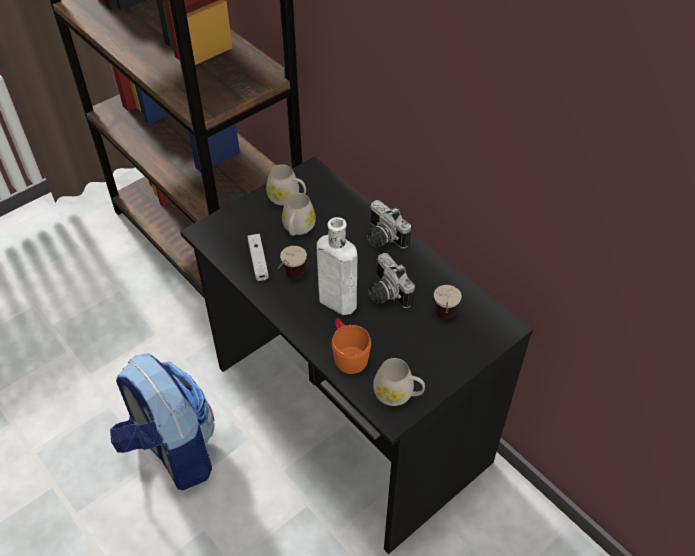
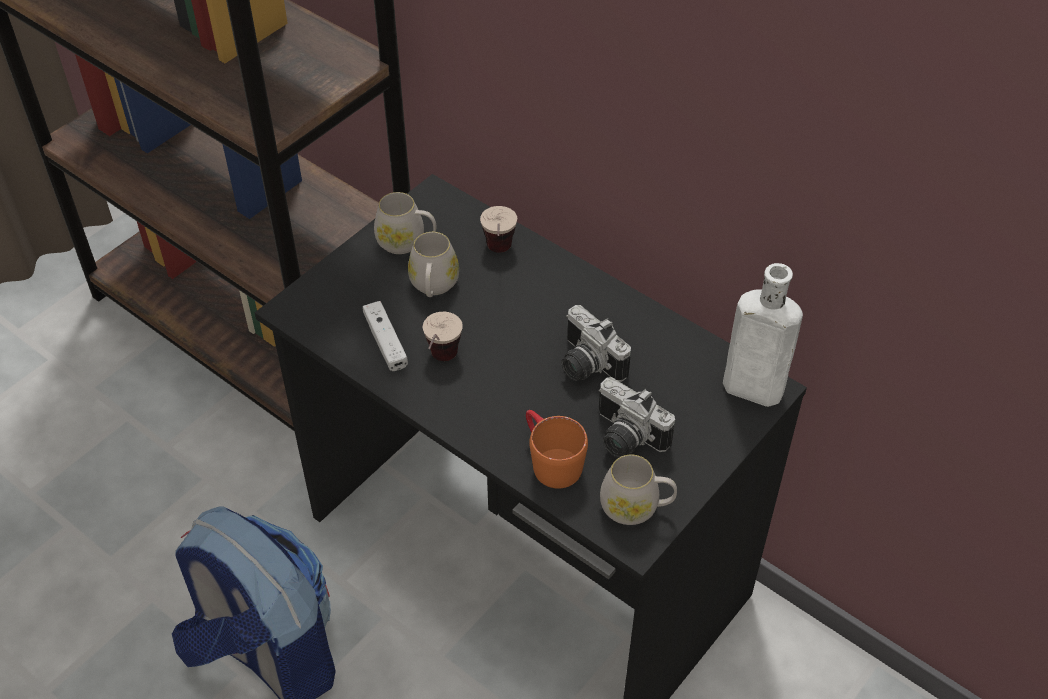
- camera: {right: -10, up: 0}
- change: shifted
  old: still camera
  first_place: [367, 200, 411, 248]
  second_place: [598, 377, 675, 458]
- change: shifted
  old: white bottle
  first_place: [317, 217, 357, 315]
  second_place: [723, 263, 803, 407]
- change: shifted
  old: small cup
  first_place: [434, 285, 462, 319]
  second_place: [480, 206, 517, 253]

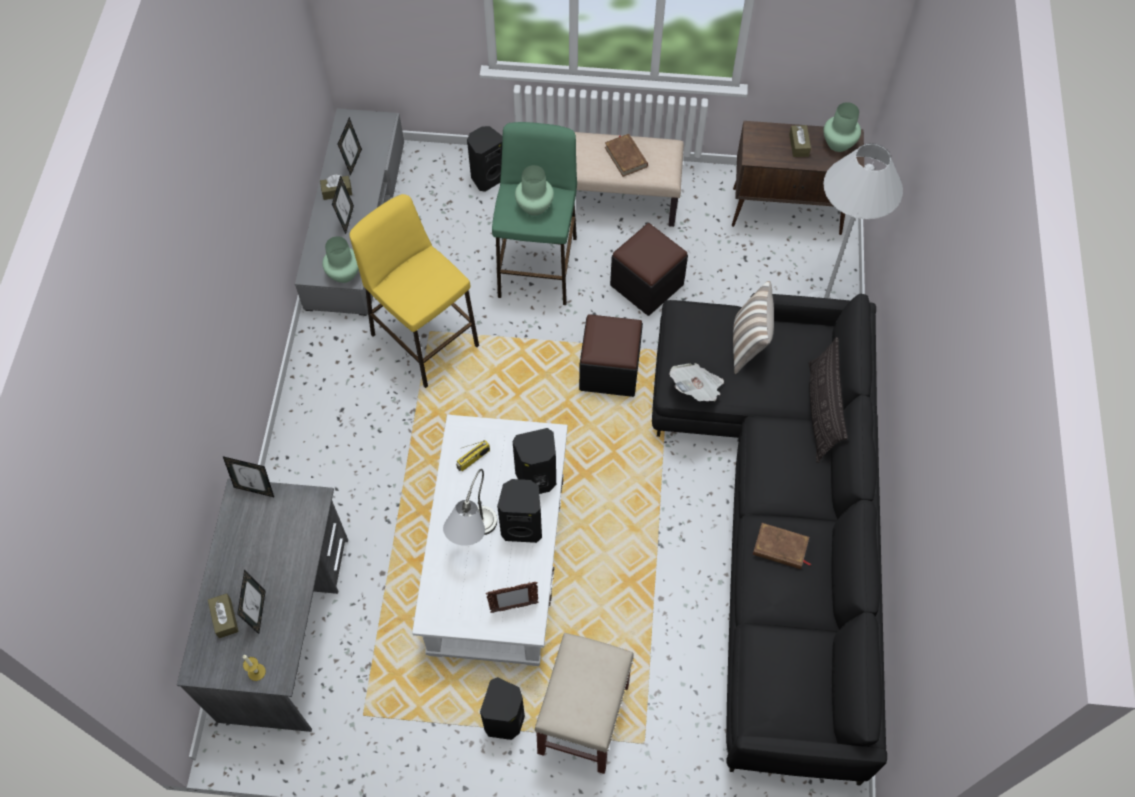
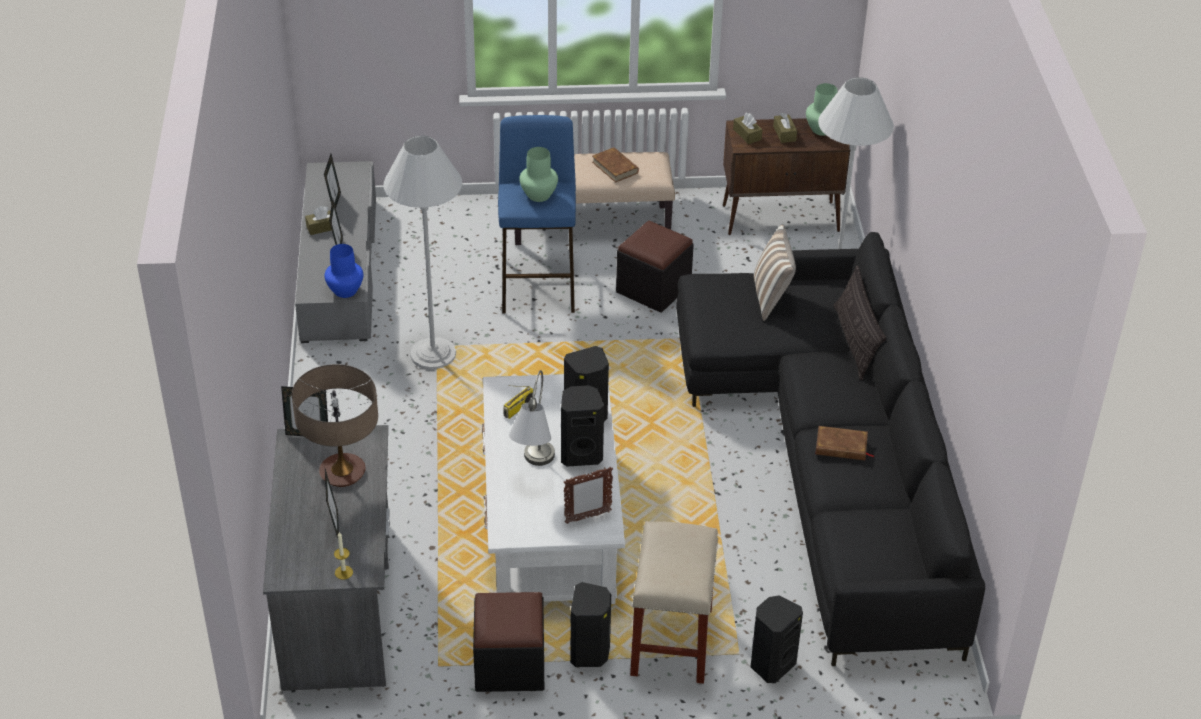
- camera: {right: -10, up: -20}
- change: repainted
  old: greenish stool seat
  new: bluish stool seat
  first_place: [492, 122, 577, 305]
  second_place: [498, 115, 576, 313]
- change: shifted
  old: blackish speaker
  first_place: [467, 126, 503, 192]
  second_place: [751, 595, 803, 683]
- change: swapped
  old: yellow-coloured stool seat
  new: white floor lamp
  first_place: [350, 194, 479, 388]
  second_place: [383, 136, 463, 370]
- change: repainted
  old: greenish flower vase
  new: bluish flower vase
  first_place: [322, 236, 359, 283]
  second_place: [324, 244, 363, 298]
- change: shifted
  old: blackish pouffe
  first_place: [579, 314, 643, 397]
  second_place: [473, 592, 544, 692]
- change: gone
  old: printed paper
  first_place: [669, 363, 724, 401]
- change: shifted
  old: brownish tissue box
  first_place: [208, 593, 239, 638]
  second_place: [733, 113, 762, 144]
- change: new
  new: tabletop lamp
  second_place: [292, 364, 378, 487]

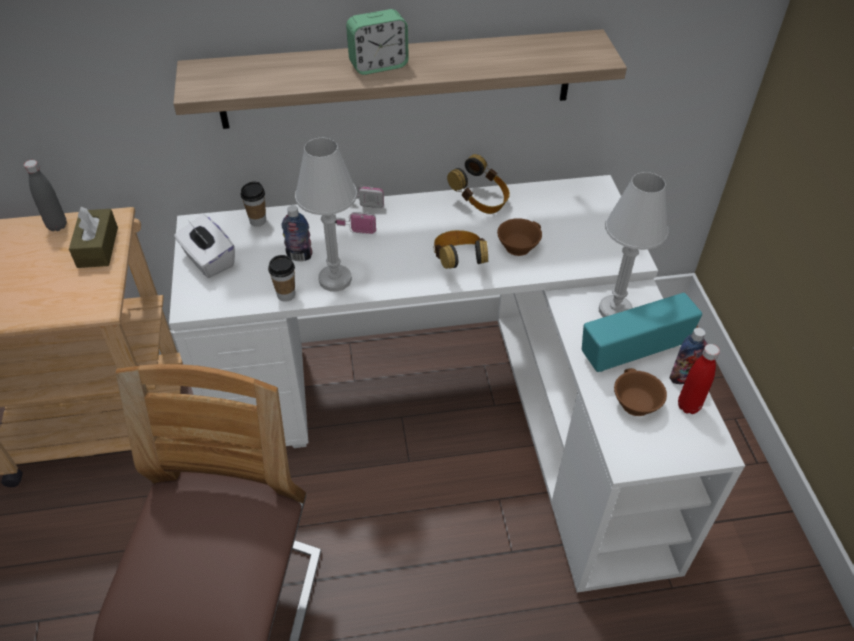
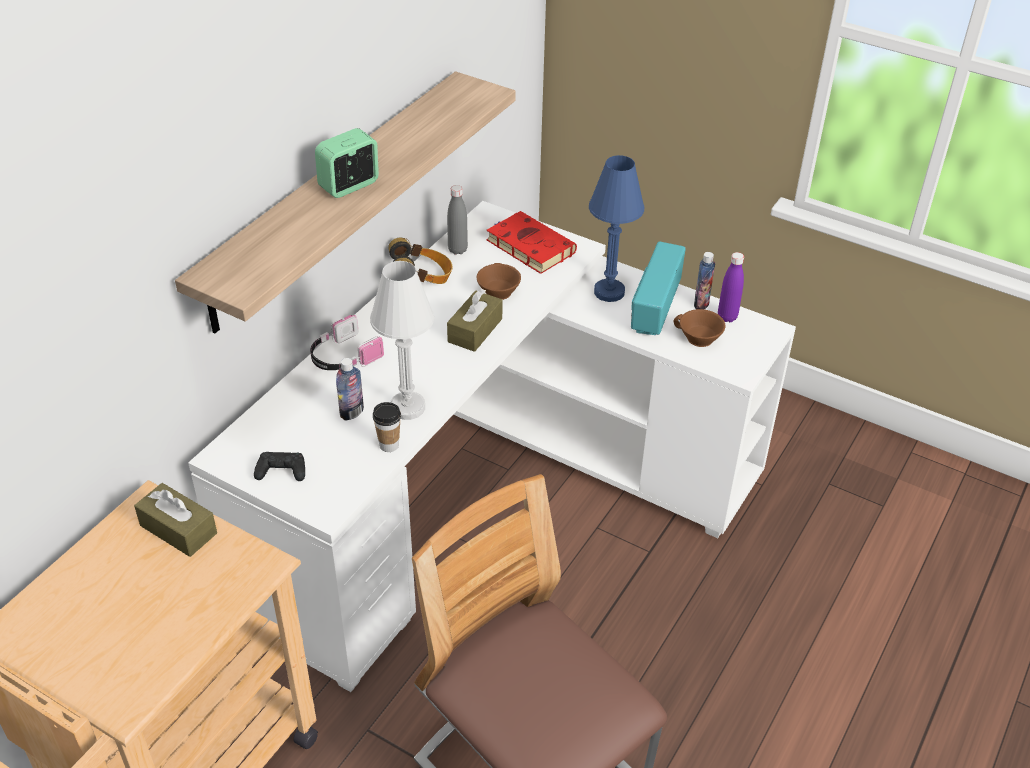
- camera: {right: -50, up: -5}
- change: rotated
  old: table clock
  first_place: [346, 9, 409, 75]
  second_place: [315, 128, 379, 198]
  degrees: -150
- change: shifted
  old: grey bottle
  first_place: [24, 160, 67, 231]
  second_place: [447, 185, 468, 255]
- change: repainted
  old: white tabletop lamp
  new: bluish tabletop lamp
  first_place: [599, 172, 668, 317]
  second_place: [589, 155, 644, 302]
- change: gone
  old: small cup
  first_place: [241, 181, 266, 227]
- change: swapped
  old: white tissue box
  new: blackish joypad
  first_place: [174, 214, 235, 278]
  second_place: [254, 452, 305, 481]
- change: swapped
  old: headset
  new: brownish tissue box
  first_place: [433, 230, 488, 269]
  second_place: [447, 289, 502, 352]
- change: repainted
  old: red-coloured bottle
  new: purple-coloured bottle
  first_place: [678, 344, 720, 414]
  second_place: [718, 252, 744, 322]
- change: new
  new: red-coloured volume
  second_place: [486, 211, 577, 274]

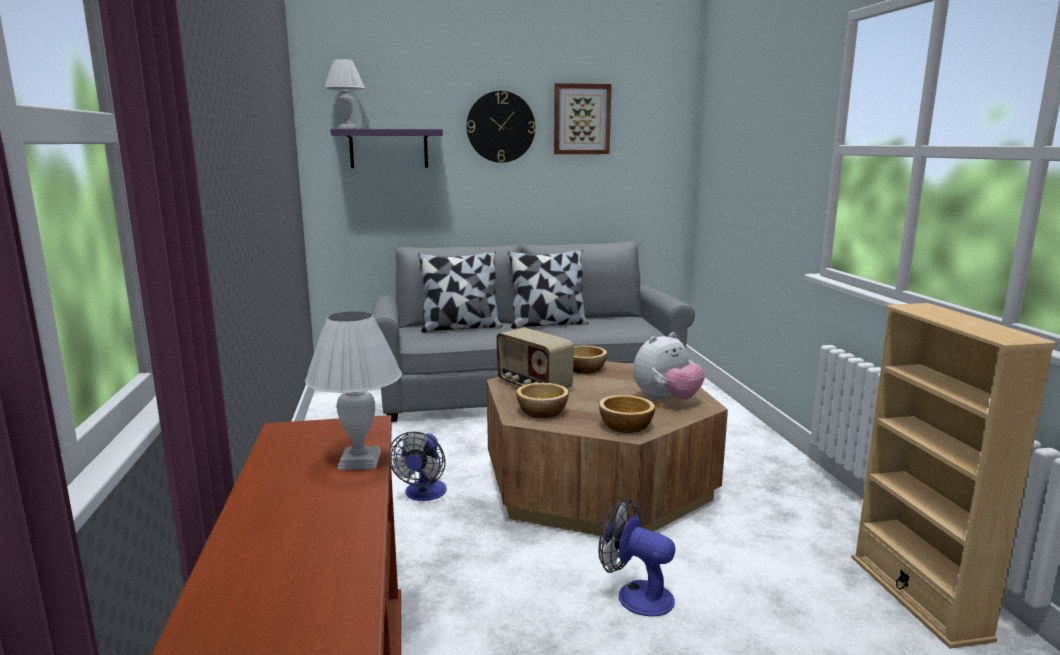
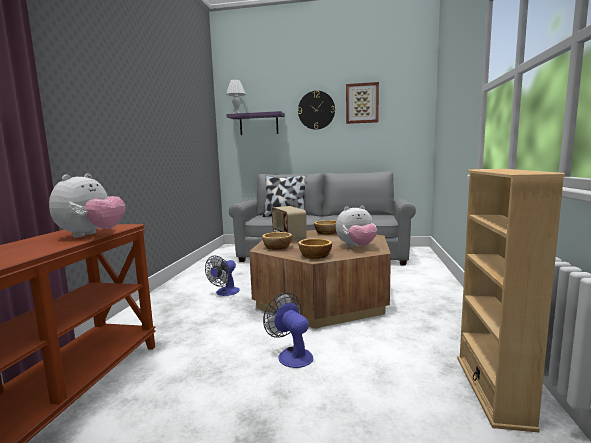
- camera: {right: 20, up: -5}
- change: gone
  old: cushion
  first_place: [508, 250, 588, 329]
- change: swapped
  old: white tabletop lamp
  new: cuddly toy
  first_place: [305, 311, 402, 470]
  second_place: [49, 173, 125, 238]

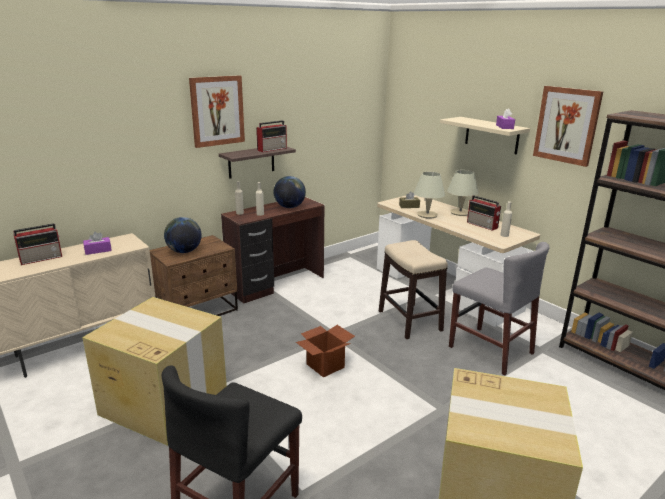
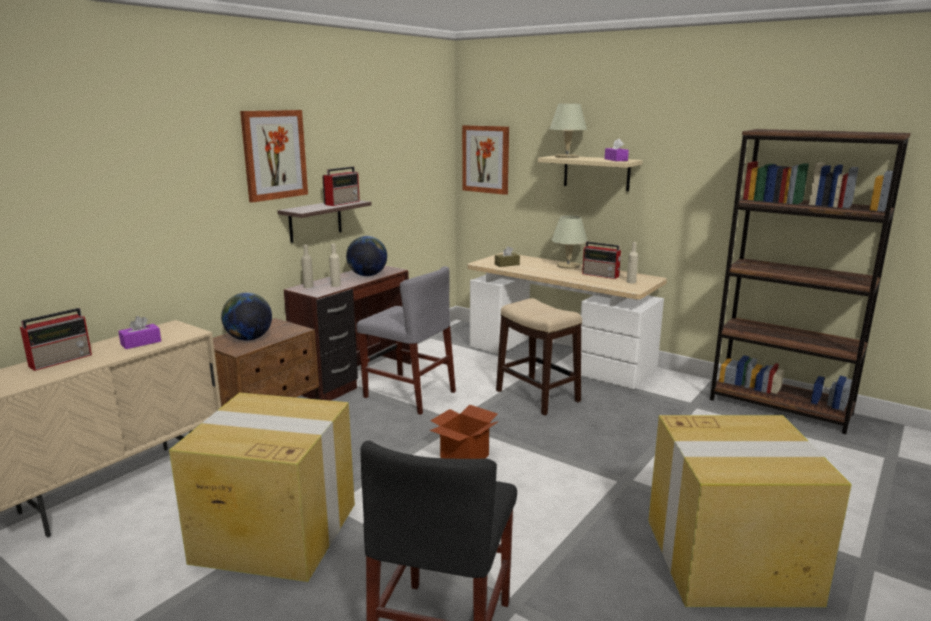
- camera: {right: -15, up: -5}
- change: shifted
  old: wall picture
  first_place: [533, 86, 603, 167]
  second_place: [462, 125, 509, 195]
- change: shifted
  old: beige-coloured tabletop lamp
  first_place: [414, 172, 445, 219]
  second_place: [550, 104, 587, 158]
- change: shifted
  old: grey chair
  first_place: [449, 242, 549, 376]
  second_place: [357, 266, 456, 415]

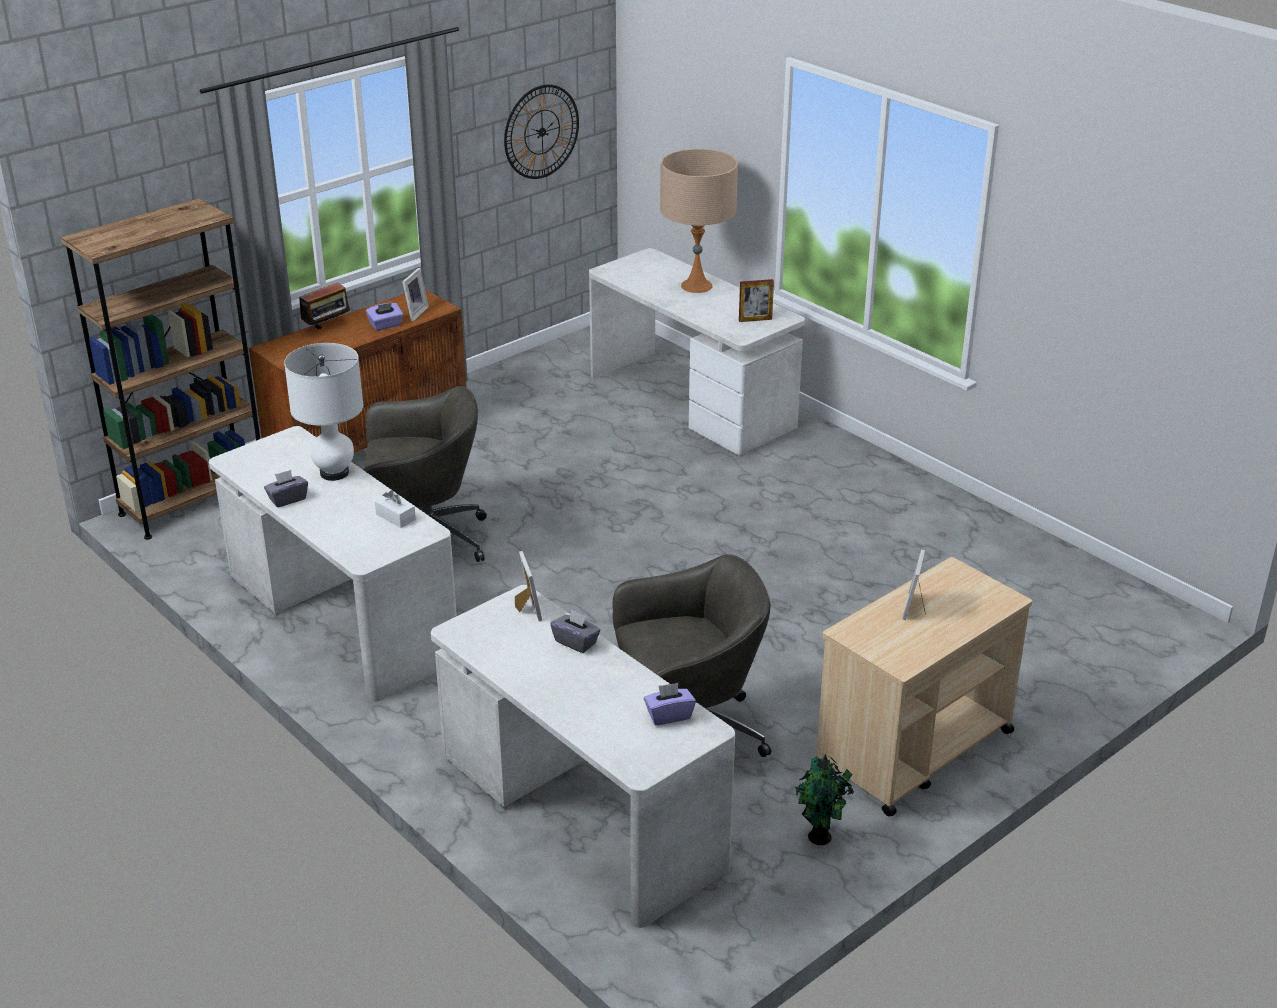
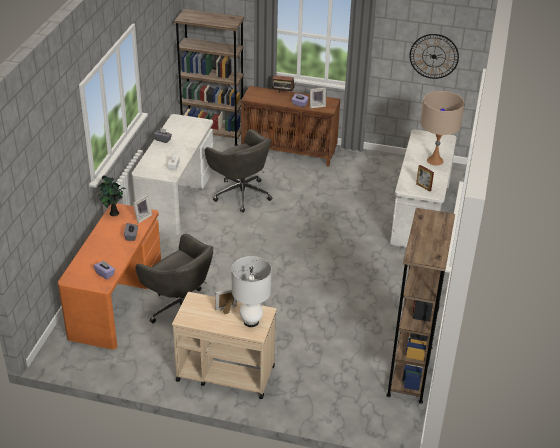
- camera: {right: 55, up: 5}
- change: shifted
  old: white tabletop lamp
  first_place: [284, 343, 363, 481]
  second_place: [231, 256, 271, 327]
- change: repainted
  old: white desk unit
  new: orange desk unit
  first_place: [431, 585, 735, 928]
  second_place: [58, 203, 161, 350]
- change: shifted
  old: potted plant
  first_place: [796, 754, 854, 845]
  second_place: [98, 175, 126, 216]
- change: new
  new: brownish bookcase
  second_place: [386, 208, 455, 404]

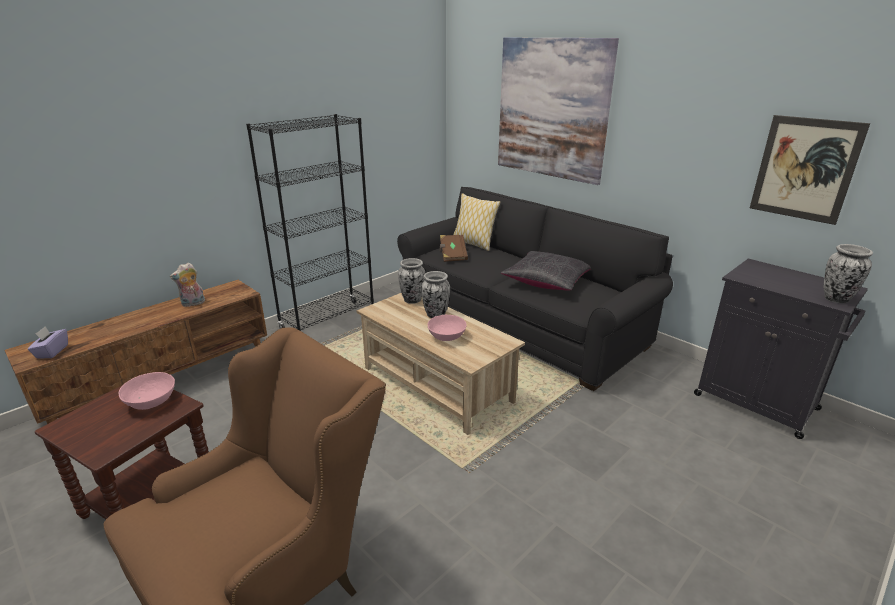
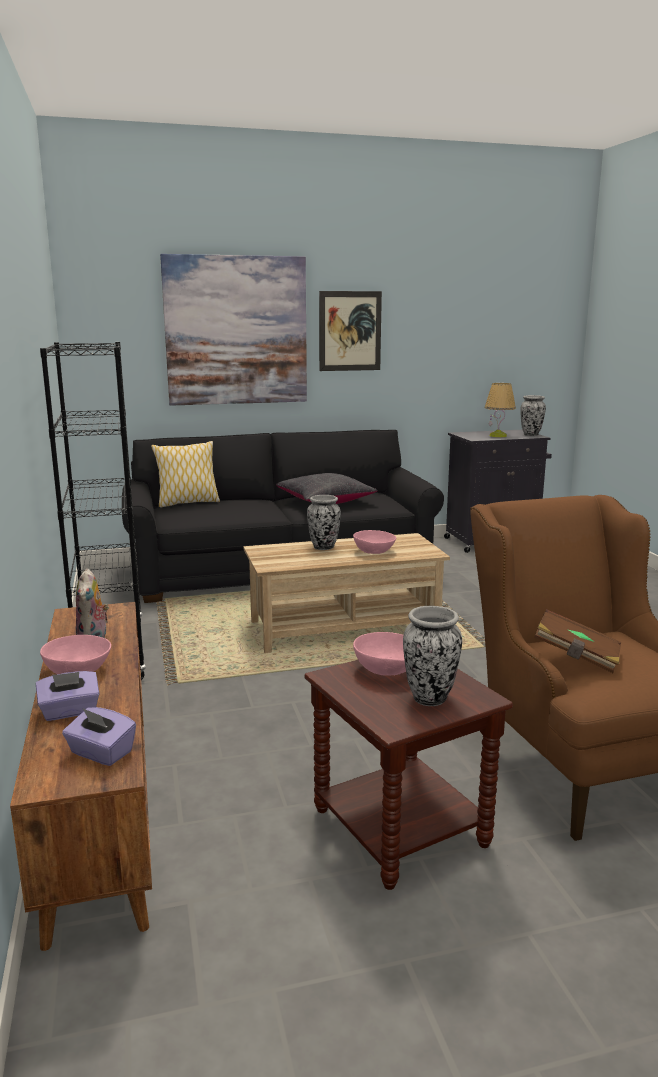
- camera: {right: -60, up: -10}
- change: shifted
  old: wall picture
  first_place: [750, 115, 870, 225]
  second_place: [319, 291, 382, 371]
- change: shifted
  old: brownish volume
  first_place: [440, 235, 468, 262]
  second_place: [534, 609, 621, 673]
- change: shifted
  old: flower vase
  first_place: [398, 258, 425, 304]
  second_place: [403, 606, 462, 706]
- change: new
  new: tabletop lamp
  second_place: [485, 383, 516, 437]
- change: new
  new: pinkish deep dish
  second_place: [40, 635, 111, 674]
- change: new
  new: purple-coloured tissue box
  second_place: [36, 671, 100, 721]

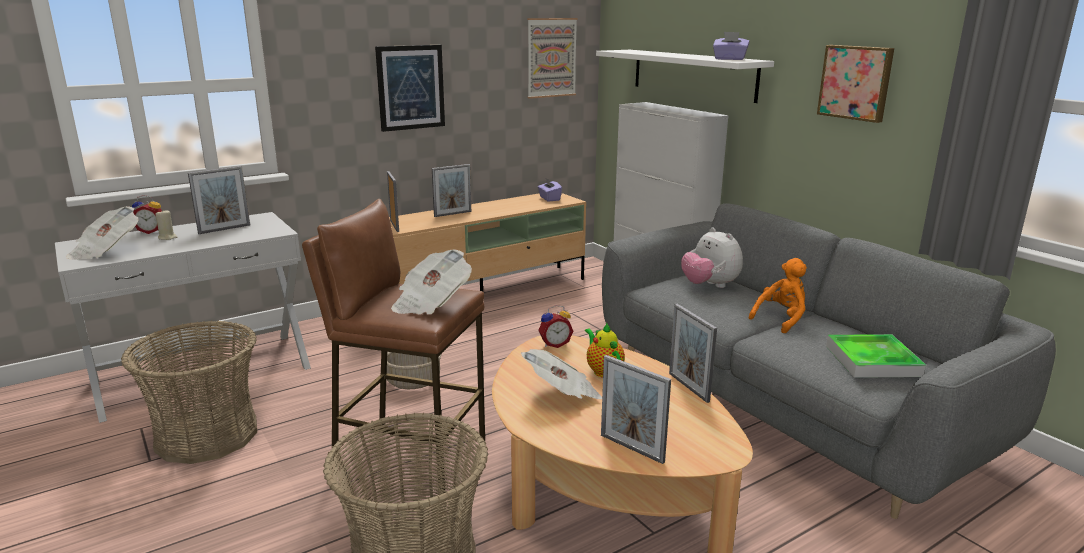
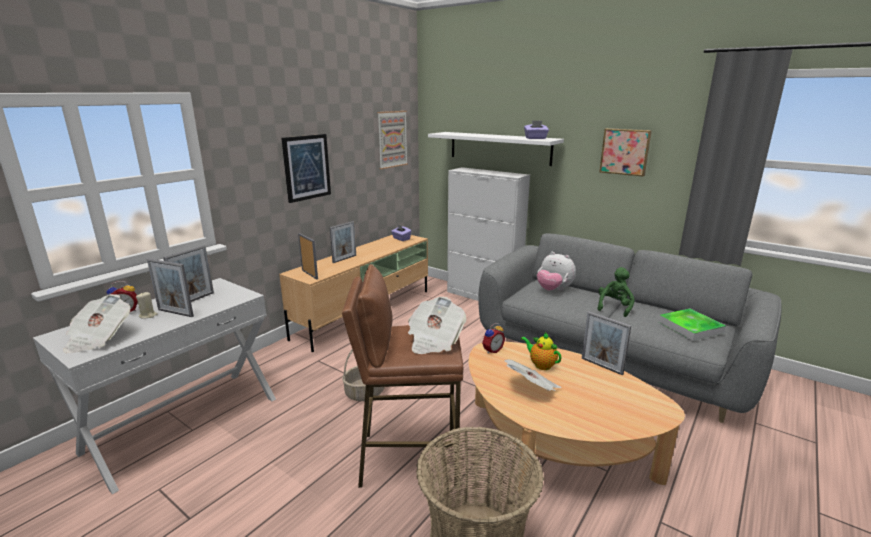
- camera: {right: -20, up: 0}
- change: repainted
  old: orange cuddly toy
  new: greenish cuddly toy
  first_place: [749, 258, 807, 333]
  second_place: [597, 267, 635, 317]
- change: gone
  old: basket
  first_place: [121, 320, 257, 464]
- change: shifted
  old: standing frame
  first_place: [601, 355, 671, 464]
  second_place: [147, 259, 194, 317]

